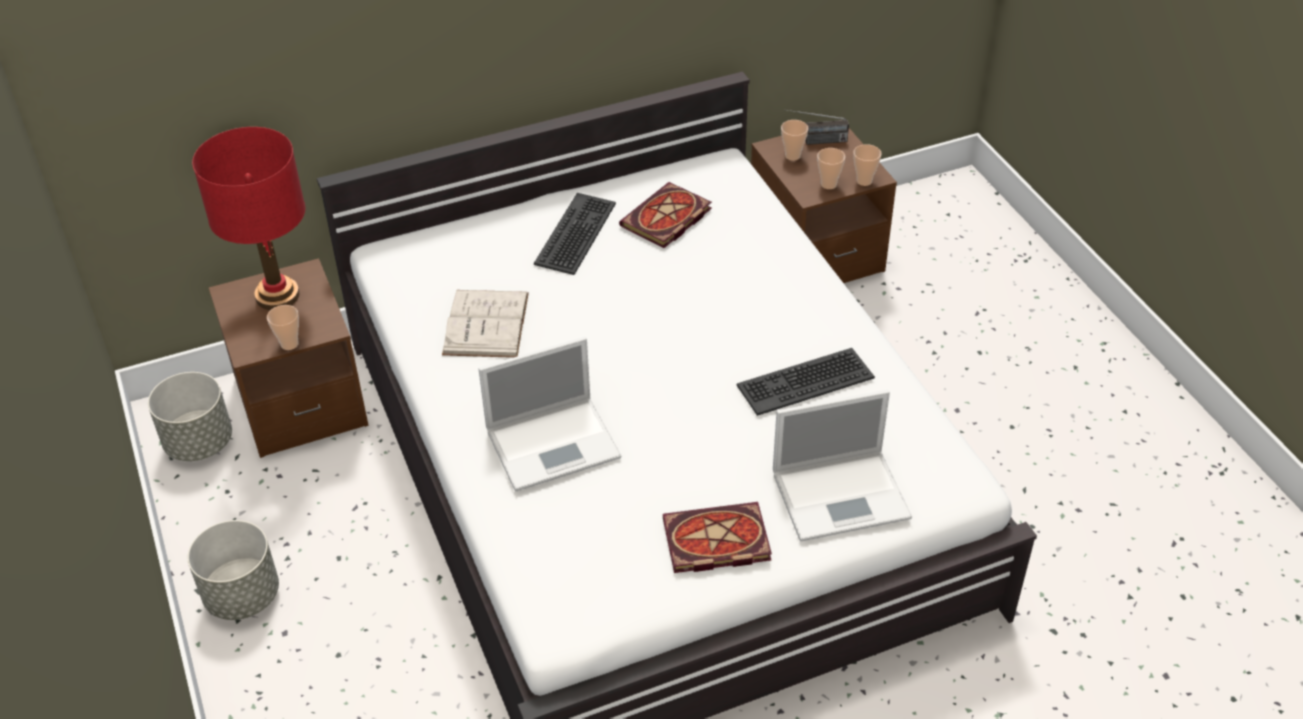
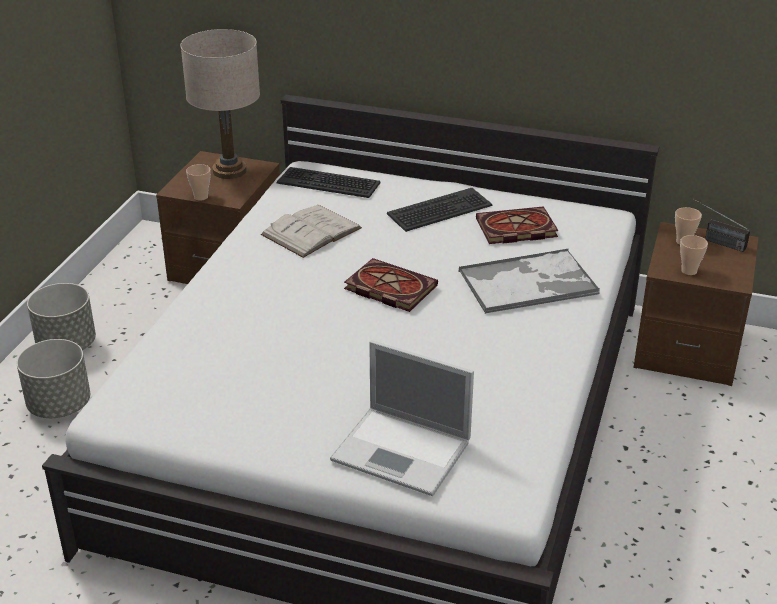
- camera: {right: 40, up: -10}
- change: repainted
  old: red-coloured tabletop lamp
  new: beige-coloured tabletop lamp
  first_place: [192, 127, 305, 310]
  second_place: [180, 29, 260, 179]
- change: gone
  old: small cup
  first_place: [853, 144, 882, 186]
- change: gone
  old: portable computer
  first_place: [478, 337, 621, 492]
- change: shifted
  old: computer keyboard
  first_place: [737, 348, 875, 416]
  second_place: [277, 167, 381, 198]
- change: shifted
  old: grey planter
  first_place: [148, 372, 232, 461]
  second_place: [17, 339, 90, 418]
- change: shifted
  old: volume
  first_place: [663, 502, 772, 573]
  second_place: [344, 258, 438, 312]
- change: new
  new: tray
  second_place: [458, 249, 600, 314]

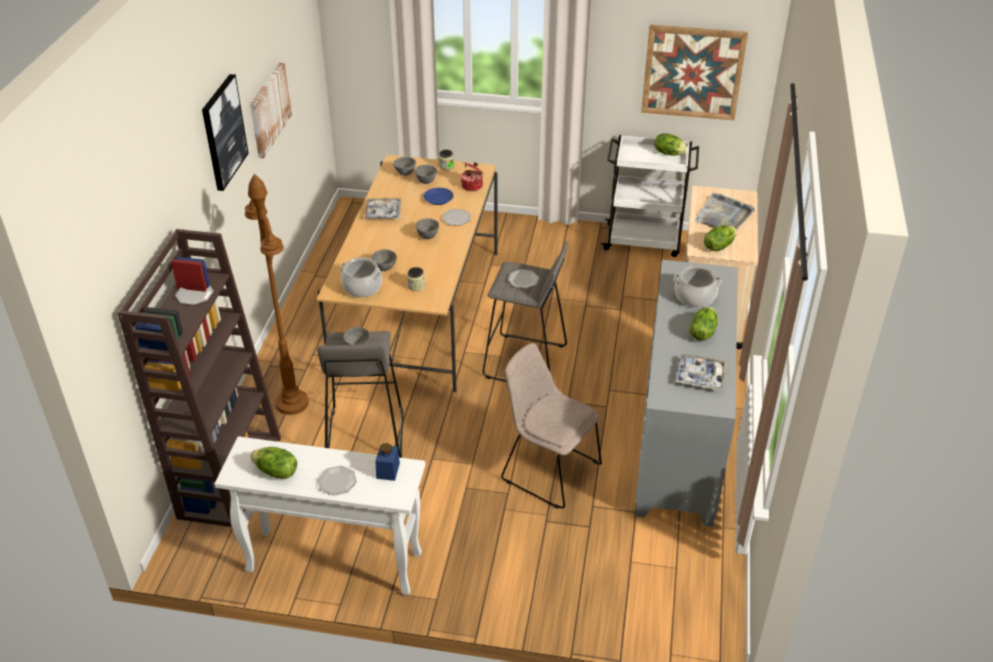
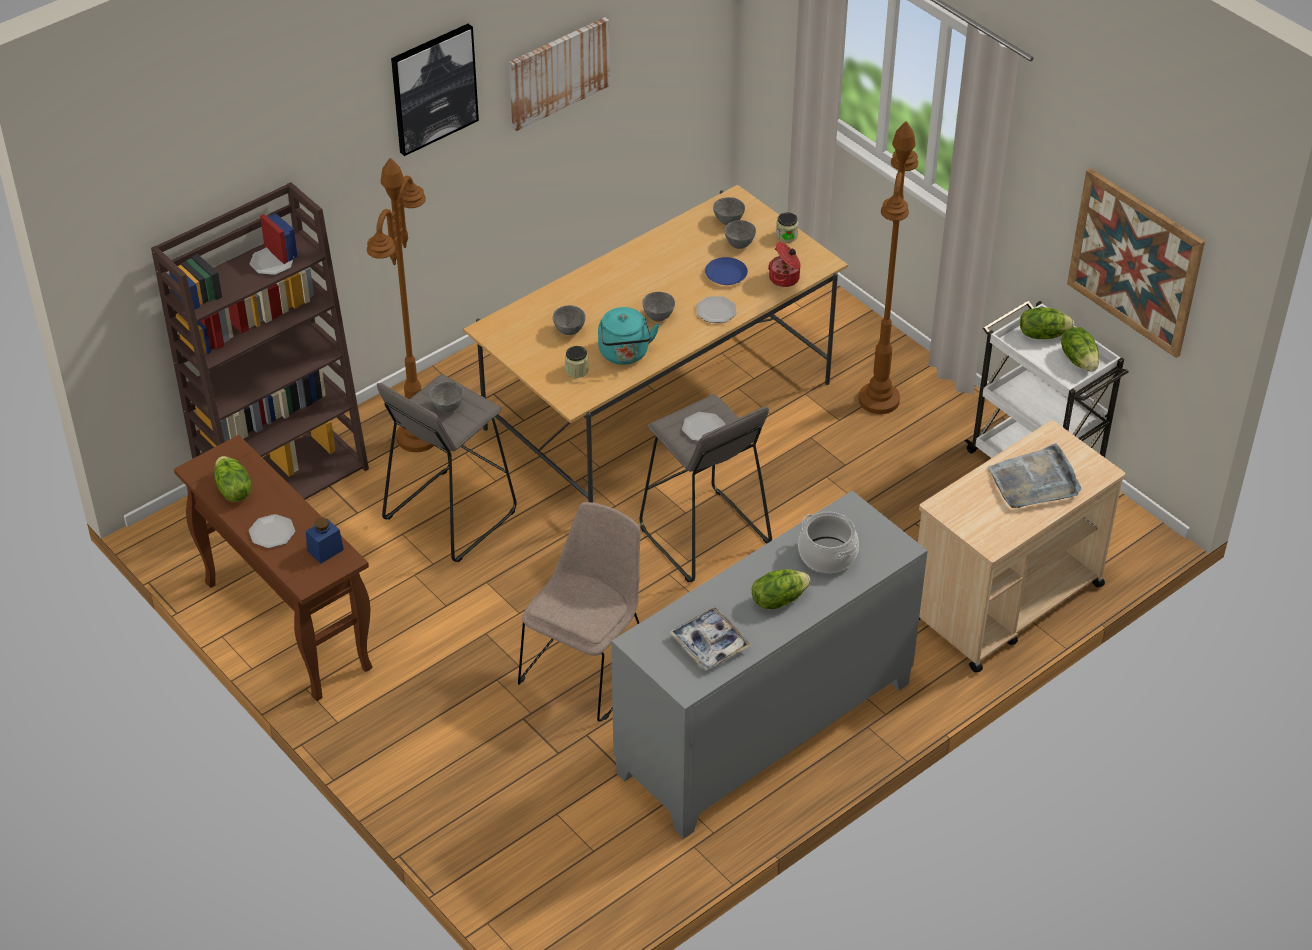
- camera: {right: 40, up: 5}
- change: gone
  old: tray
  first_place: [365, 198, 401, 219]
- change: shifted
  old: lettuce head
  first_place: [704, 225, 737, 251]
  second_place: [1020, 307, 1075, 339]
- change: gone
  old: cooking pot
  first_place: [340, 257, 382, 298]
- change: rotated
  old: beige-coloured chair
  first_place: [501, 343, 602, 509]
  second_place: [518, 502, 641, 722]
  degrees: 45
- change: repainted
  old: white console table
  new: brownish console table
  first_place: [214, 436, 425, 595]
  second_place: [174, 435, 372, 701]
- change: new
  new: brownish floor lamp
  second_place: [859, 121, 918, 414]
- change: new
  new: blue-green kettle
  second_place: [598, 307, 660, 365]

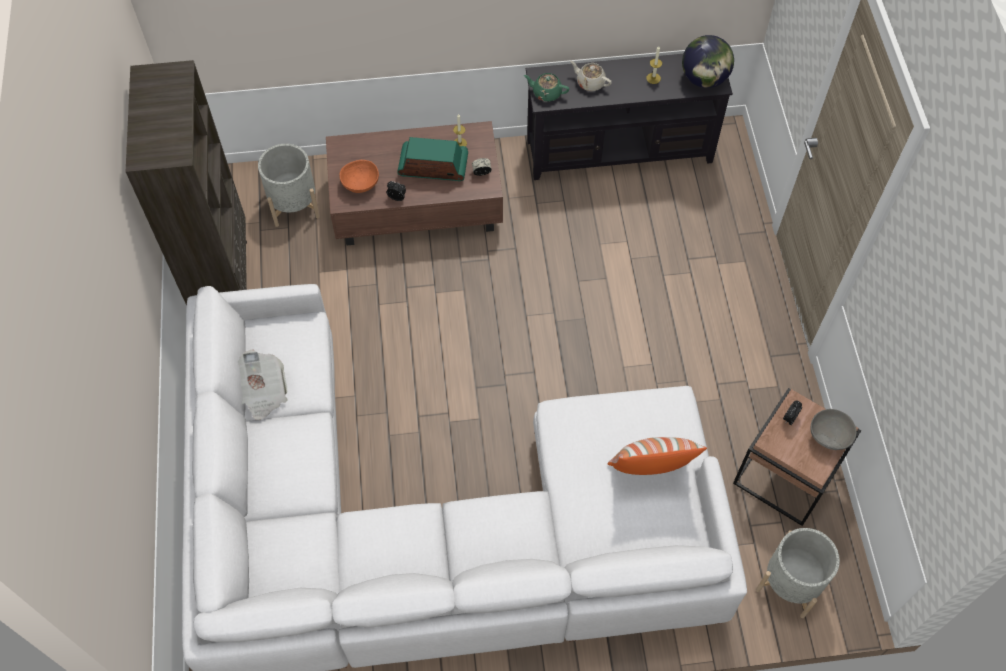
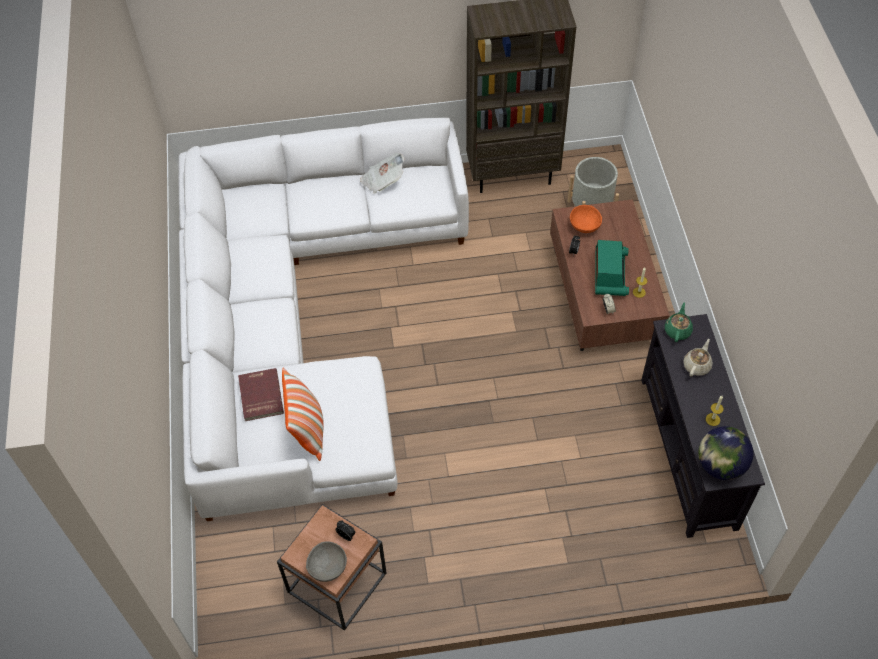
- camera: {right: 90, up: -5}
- change: gone
  old: grey planter
  first_place: [756, 528, 840, 618]
- change: new
  new: red-coloured volume
  second_place: [238, 368, 284, 421]

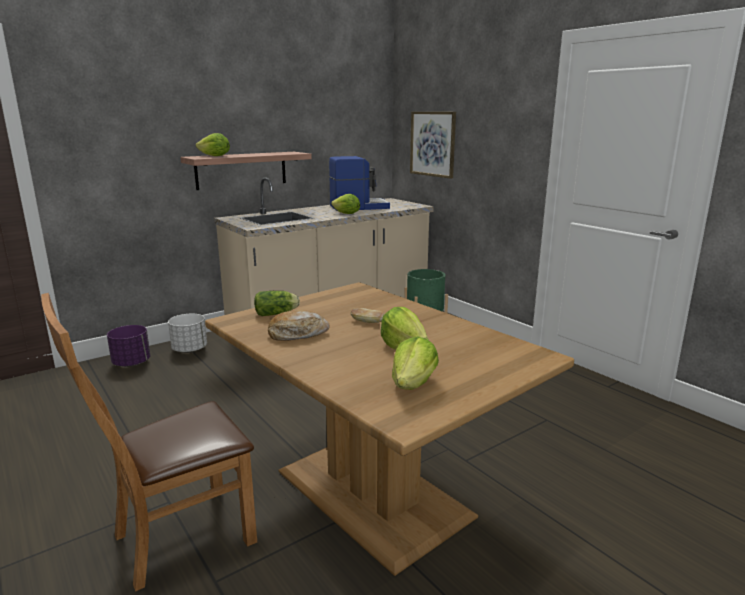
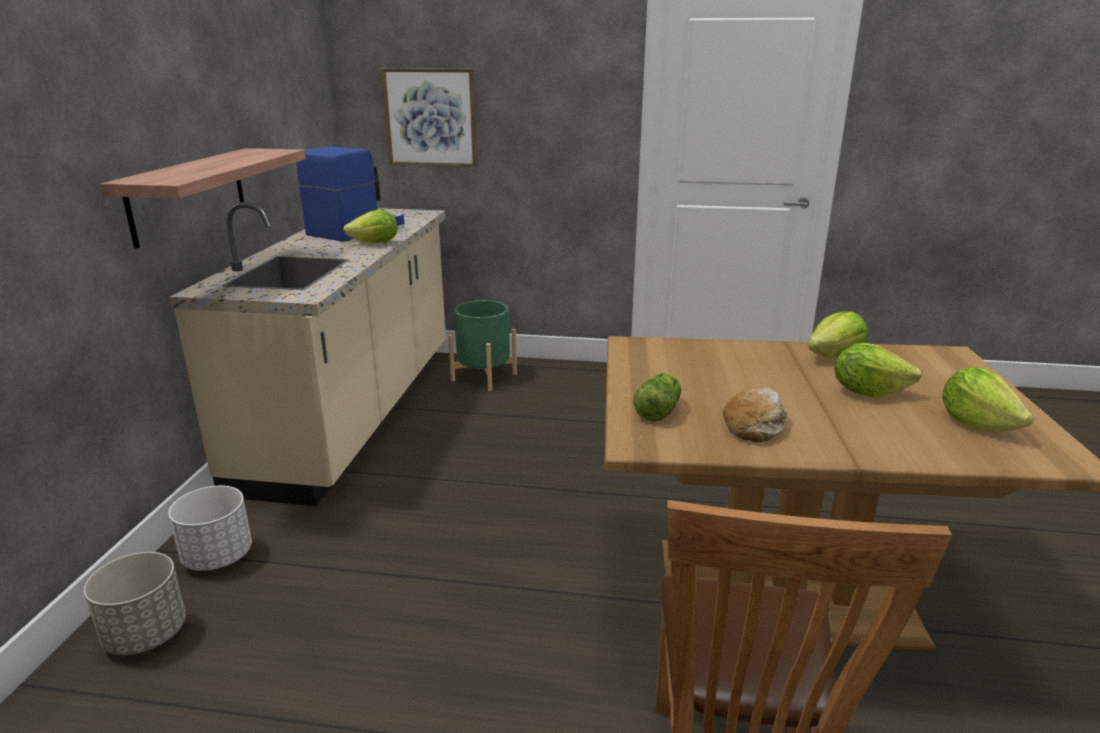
- camera: {right: -45, up: 5}
- change: shifted
  old: lettuce head
  first_place: [196, 133, 230, 156]
  second_place: [807, 311, 868, 358]
- change: gone
  old: bread
  first_place: [351, 308, 385, 323]
- change: repainted
  old: purple-coloured planter
  new: grey planter
  first_place: [107, 325, 150, 367]
  second_place: [84, 552, 186, 655]

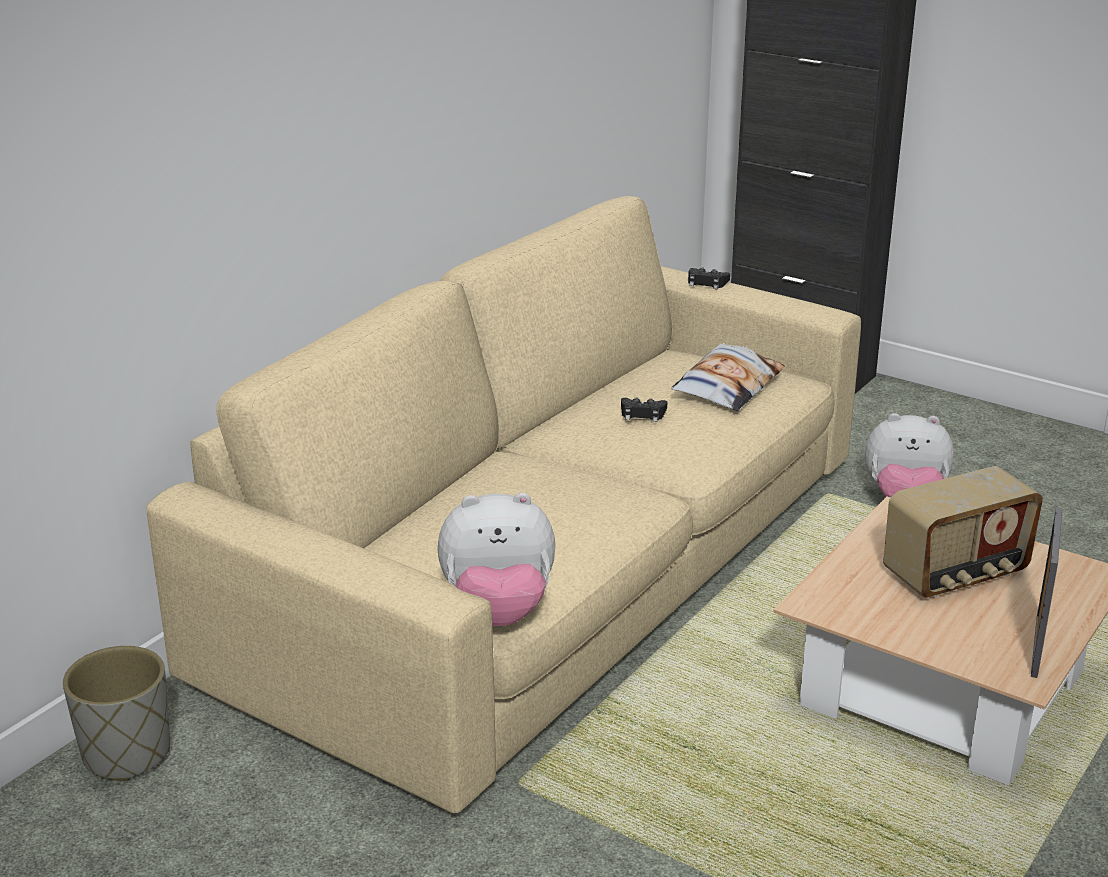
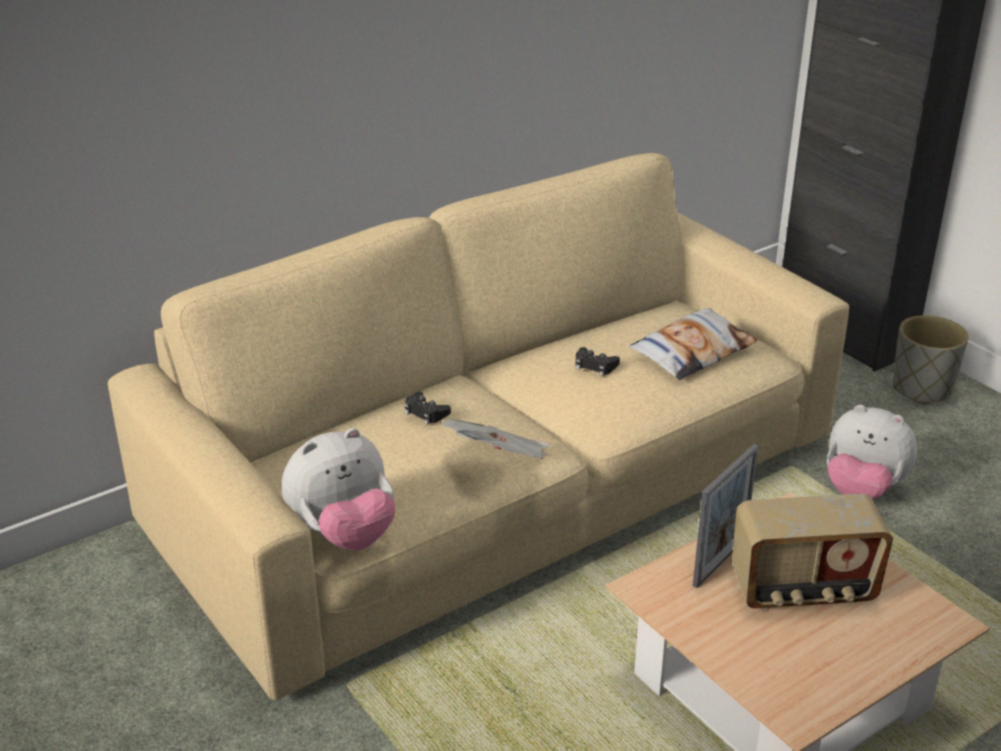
- camera: {right: 20, up: 5}
- change: shifted
  old: blackish joypad
  first_place: [688, 267, 730, 289]
  second_place: [405, 392, 451, 425]
- change: rotated
  old: cuddly toy
  first_place: [438, 493, 555, 626]
  second_place: [282, 428, 395, 550]
  degrees: -45
- change: shifted
  old: standing frame
  first_place: [1031, 507, 1062, 678]
  second_place: [693, 444, 759, 588]
- change: shifted
  old: grey planter
  first_place: [63, 646, 170, 781]
  second_place: [893, 315, 969, 405]
- change: new
  new: printed paper
  second_place: [442, 419, 550, 459]

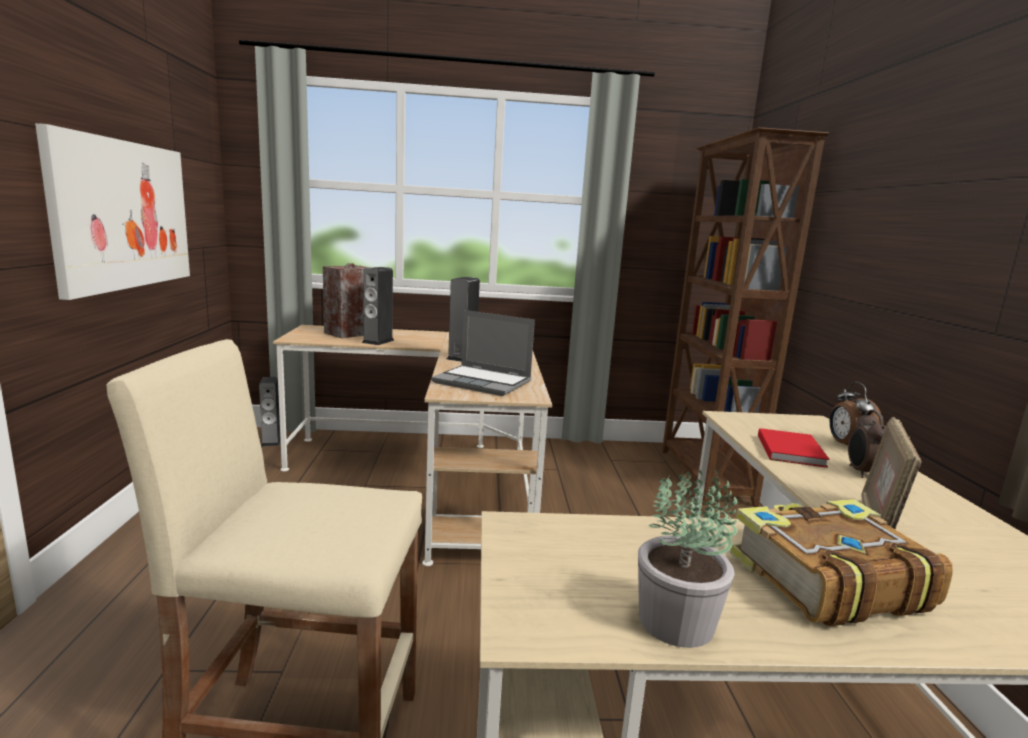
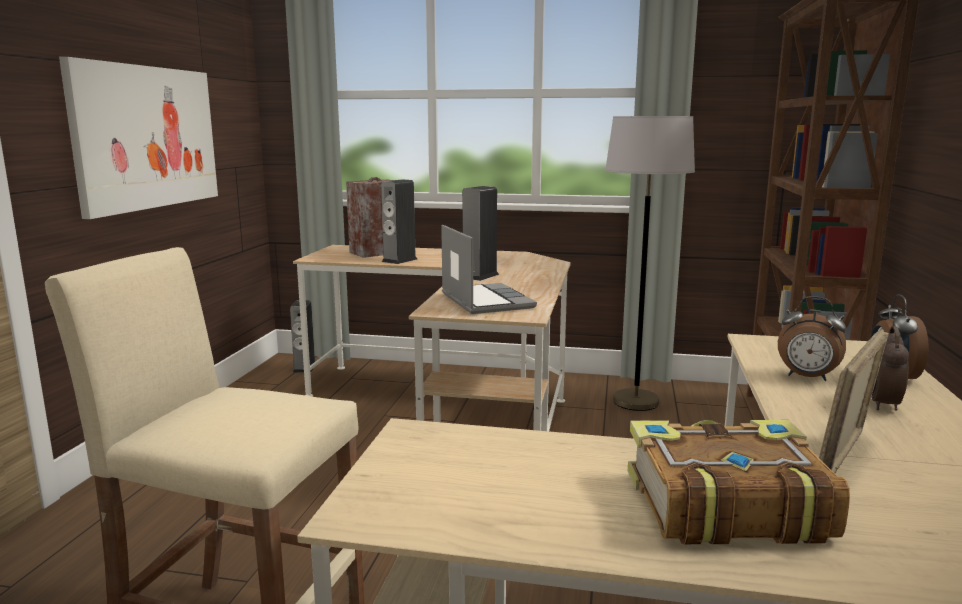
- camera: {right: 15, up: 0}
- change: rotated
  old: portable computer
  first_place: [431, 310, 535, 396]
  second_place: [441, 225, 537, 314]
  degrees: -150
- change: swapped
  old: red-coloured volume
  new: table clock
  first_place: [758, 428, 830, 468]
  second_place: [778, 296, 846, 381]
- change: gone
  old: potted plant
  first_place: [638, 470, 738, 648]
- change: new
  new: grey floor lamp
  second_place: [605, 116, 695, 411]

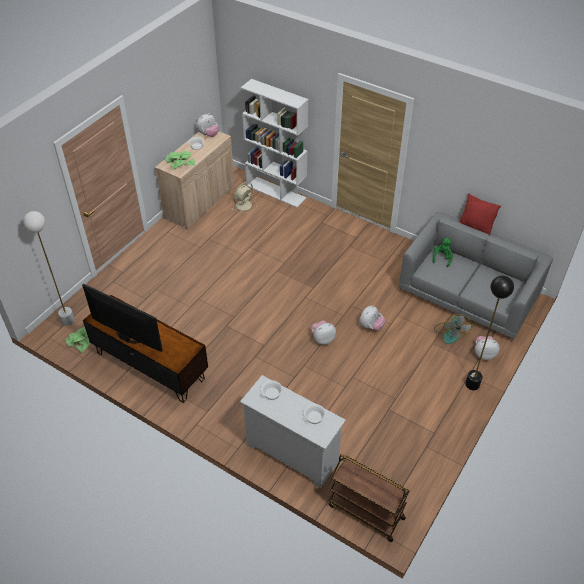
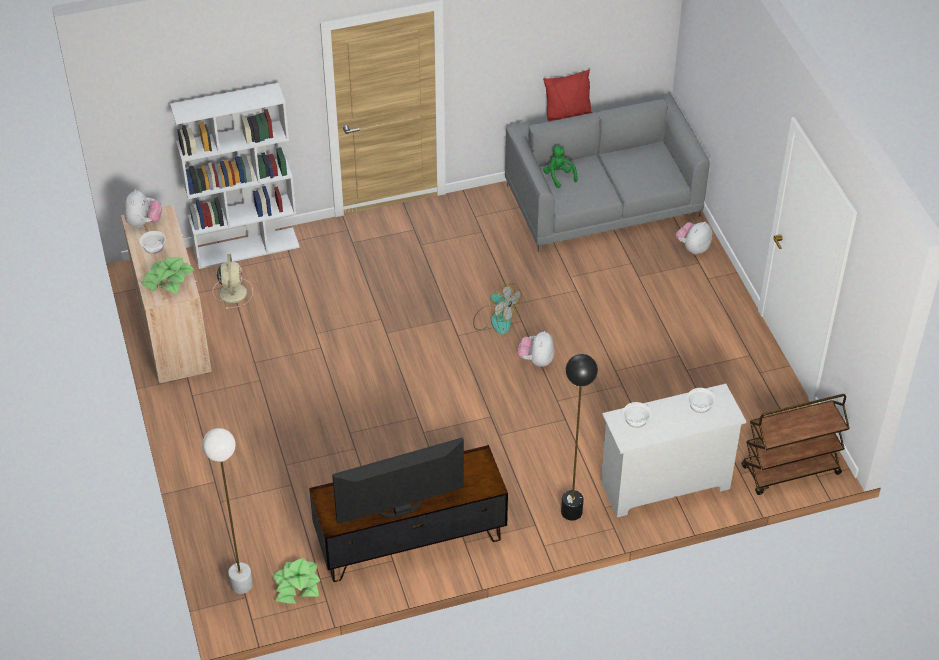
- camera: {right: -50, up: 0}
- change: shifted
  old: blackish floor lamp
  first_place: [465, 276, 514, 390]
  second_place: [561, 354, 598, 521]
- change: gone
  old: cuddly toy
  first_place: [359, 305, 385, 331]
- change: shifted
  old: fan
  first_place: [434, 314, 472, 344]
  second_place: [473, 283, 522, 334]

